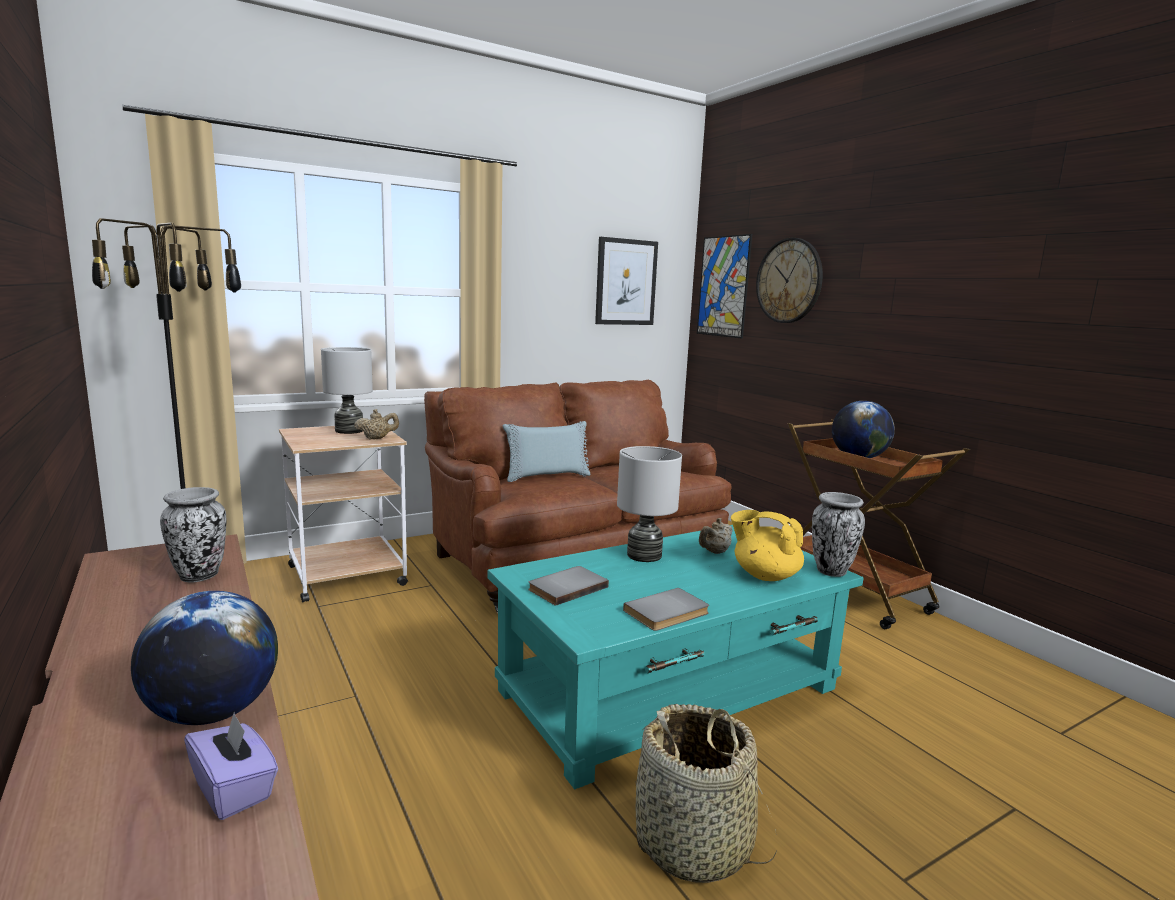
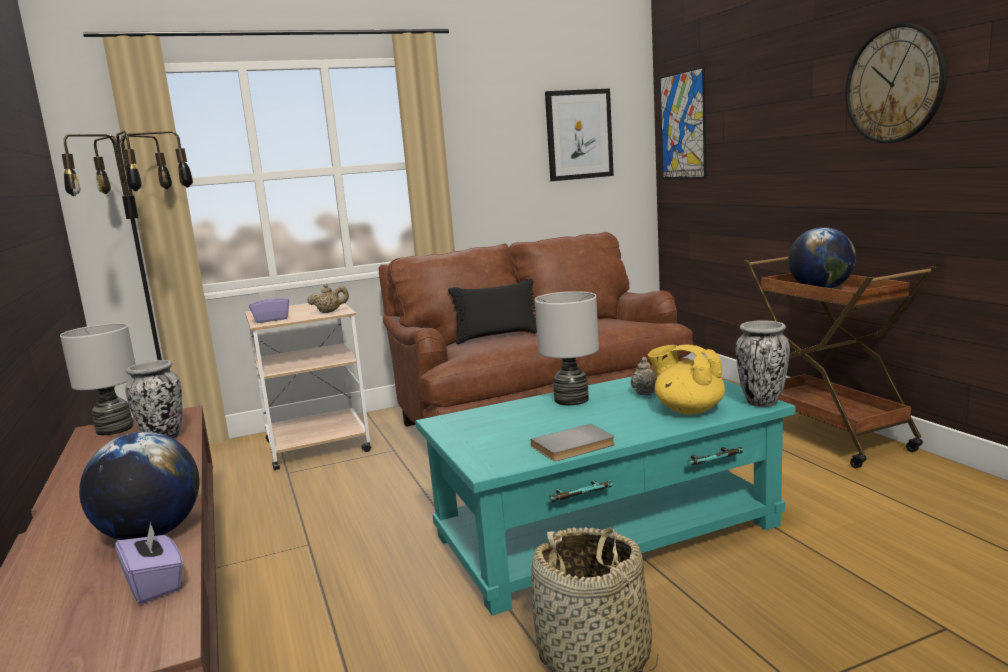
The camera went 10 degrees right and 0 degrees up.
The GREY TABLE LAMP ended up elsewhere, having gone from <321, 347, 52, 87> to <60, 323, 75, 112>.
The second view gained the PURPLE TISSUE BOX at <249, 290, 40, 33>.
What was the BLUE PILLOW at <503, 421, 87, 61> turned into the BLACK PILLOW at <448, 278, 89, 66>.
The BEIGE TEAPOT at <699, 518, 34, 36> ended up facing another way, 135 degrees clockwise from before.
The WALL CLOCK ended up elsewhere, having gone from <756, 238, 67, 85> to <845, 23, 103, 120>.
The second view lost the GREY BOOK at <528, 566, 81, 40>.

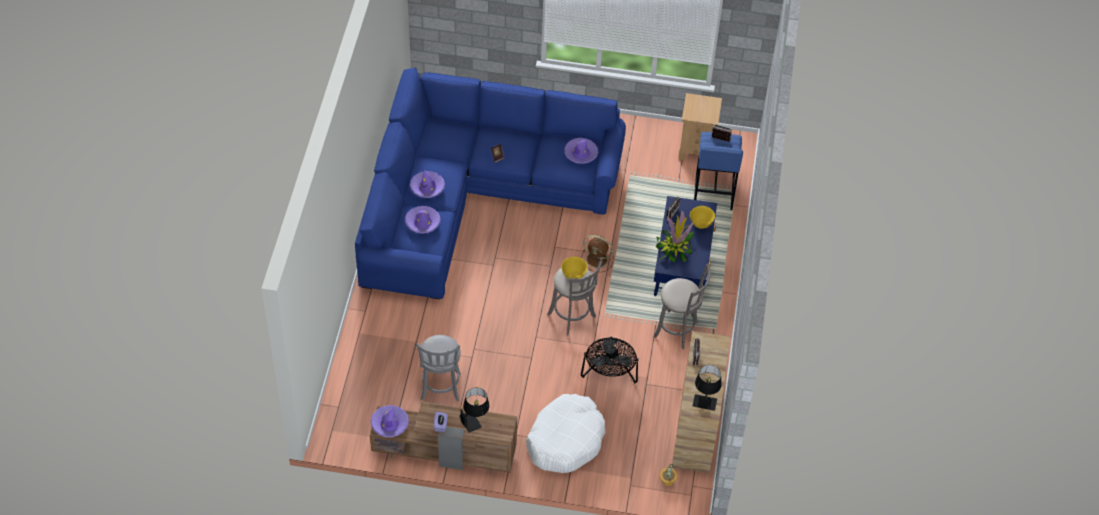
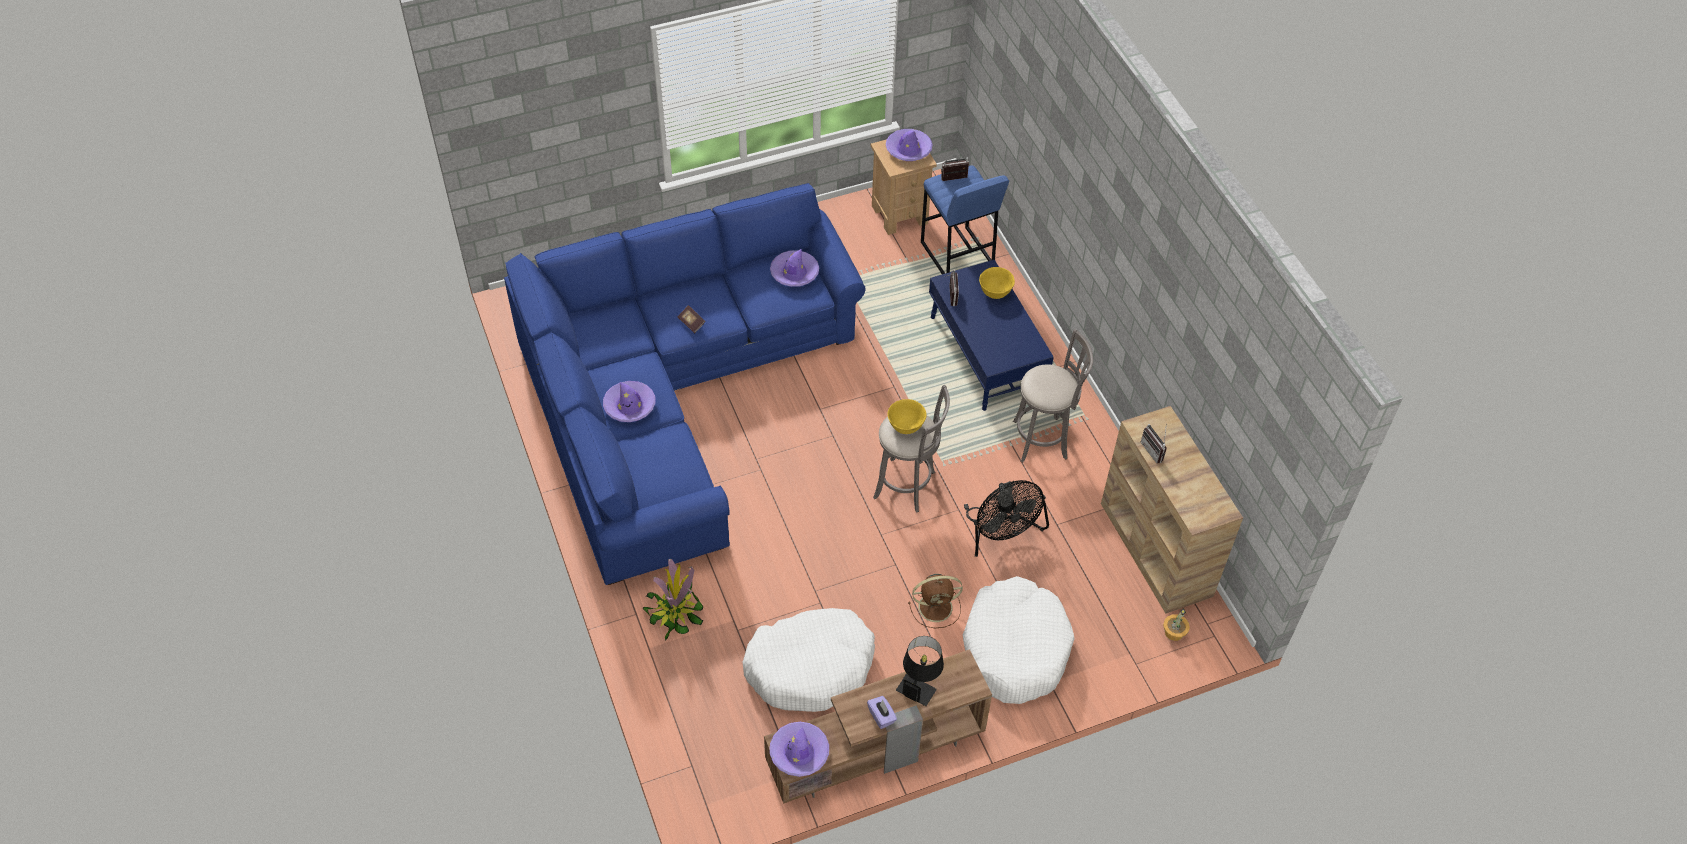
The camera went 30 degrees left and 0 degrees up.
The POTTED PLANT ended up elsewhere, having gone from <656, 211, 38, 51> to <643, 559, 60, 82>.
Where the GREY STOOL stood at <416, 335, 45, 66>, the WHITE DOG BED came to stand at <742, 608, 133, 104>.
The PURPLE HAT ended up elsewhere, having gone from <405, 206, 35, 28> to <886, 129, 47, 32>.
The BROWN FAN ended up elsewhere, having gone from <581, 235, 33, 37> to <908, 574, 55, 54>.
The second view lost the BLACK TABLE LAMP at <693, 365, 29, 46>.

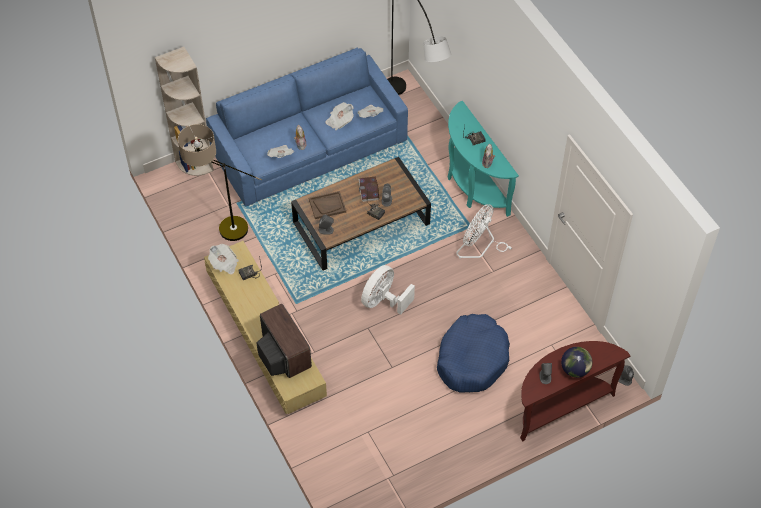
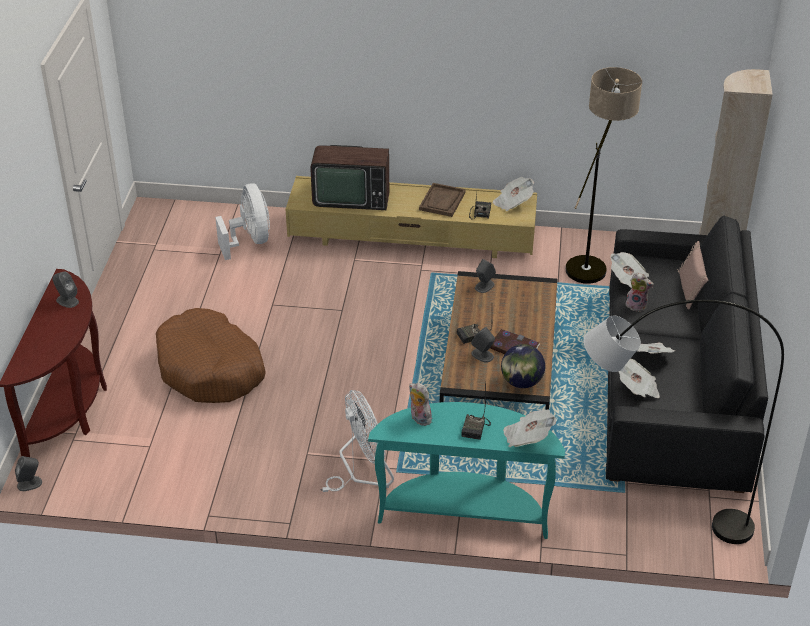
The camera went 125 degrees right and 15 degrees down.
What was the BLUE DOG BED at <437, 314, 73, 79> turned into the BROWN DOG BED at <156, 308, 110, 95>.
The WHITE FAN ended up elsewhere, having gone from <361, 265, 54, 50> to <215, 183, 55, 77>.
The BROWN TRAY ended up elsewhere, having gone from <309, 191, 37, 28> to <419, 183, 47, 34>.
The GLOBE ended up elsewhere, having gone from <561, 347, 31, 31> to <501, 344, 44, 44>.
The second view gained the NEWSPAPER at <503, 410, 53, 37>.
What was the BLUE SOFA at <206, 48, 202, 159> turned into the BLACK SOFA at <606, 215, 162, 278>.
The second view gained the BEIGE PILLOW at <677, 241, 31, 69>.

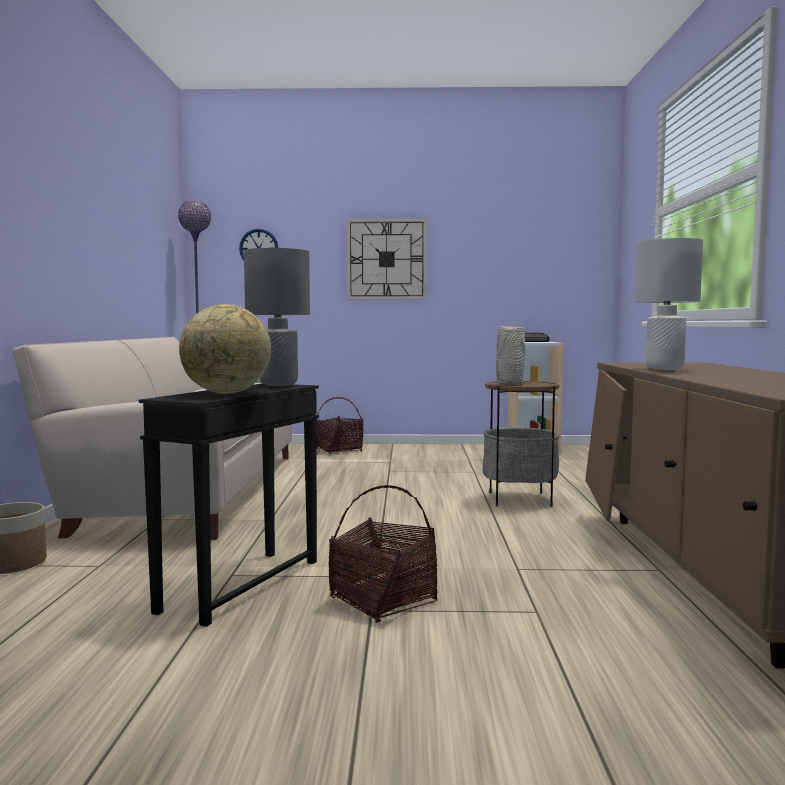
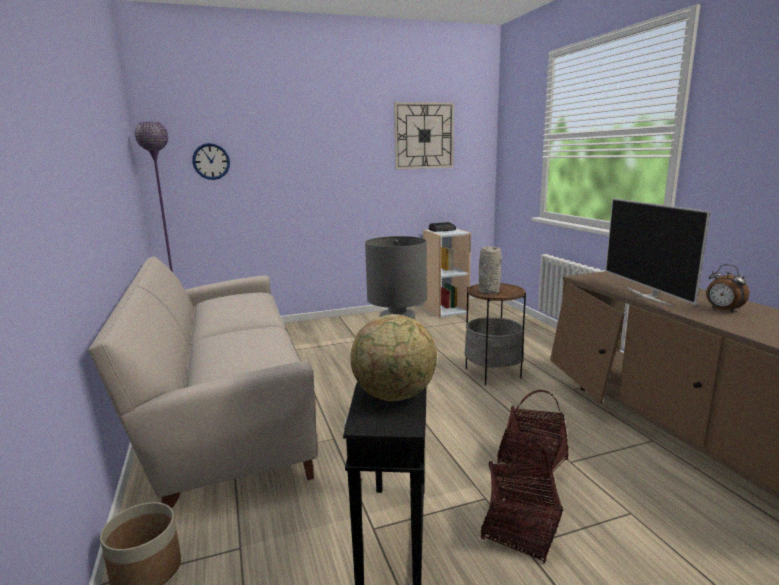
The camera went 20 degrees left and 10 degrees up.
The WALL CLOCK ended up elsewhere, having gone from <347, 219, 79, 80> to <394, 102, 60, 68>.
The BASKET ended up elsewhere, having gone from <317, 397, 47, 57> to <497, 390, 72, 90>.
Where the GREY TABLE LAMP stood at <635, 238, 68, 132>, the TELEVISION came to stand at <605, 198, 106, 109>.
The second view gained the ALARM CLOCK at <706, 264, 43, 49>.

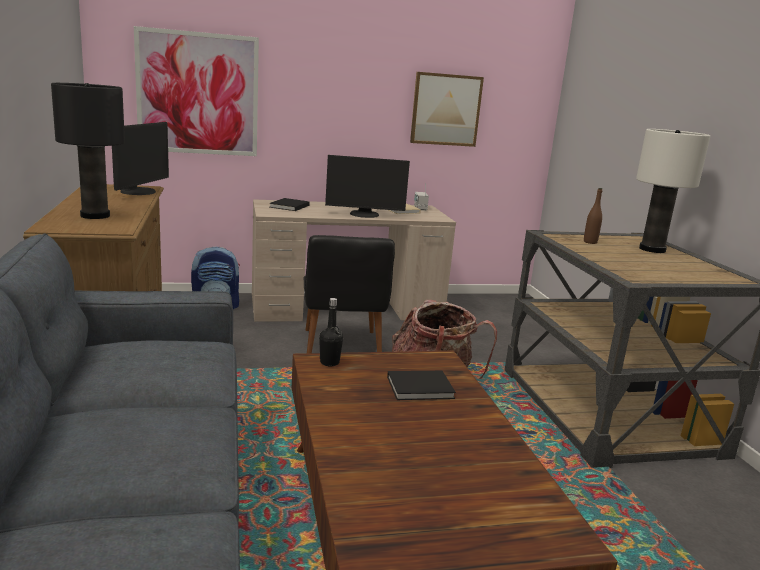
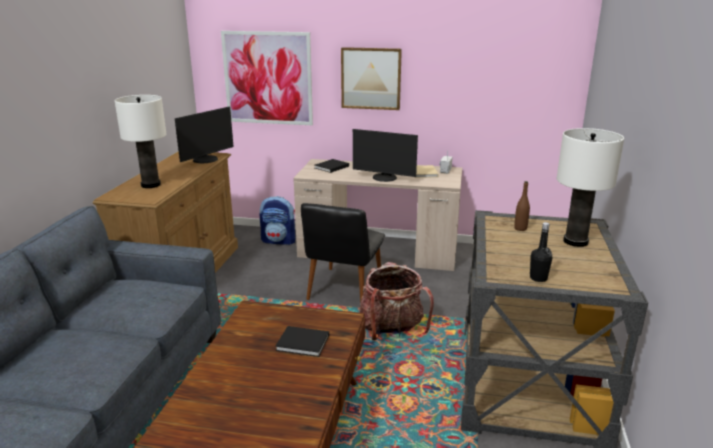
The camera went 25 degrees right and 5 degrees up.
What was the BLACK TABLE LAMP at <51, 83, 74, 136> turned into the WHITE TABLE LAMP at <115, 95, 51, 93>.
The PICTURE ended up elsewhere, having gone from <410, 72, 74, 75> to <341, 47, 61, 63>.
The BLACK BOTTLE ended up elsewhere, having gone from <319, 298, 24, 68> to <530, 222, 22, 60>.

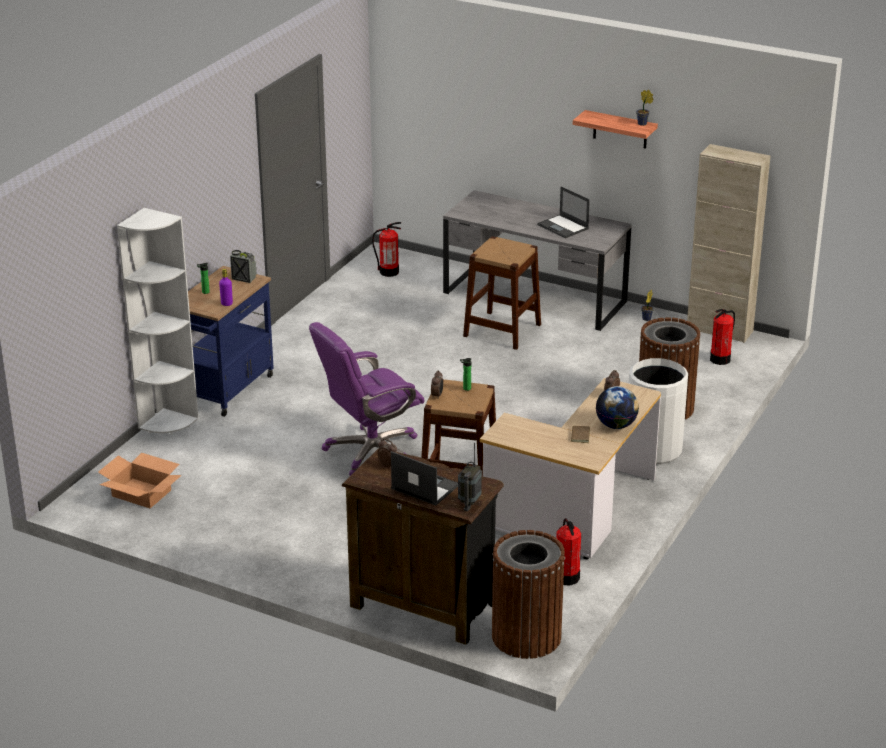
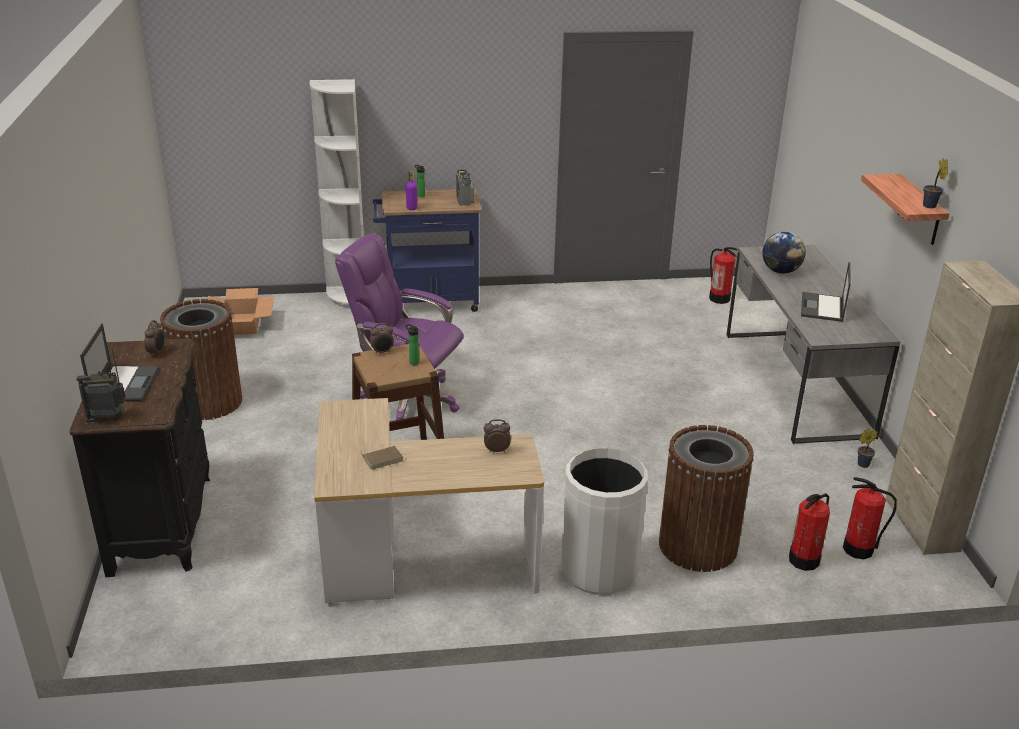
The camera went 55 degrees right and 0 degrees up.
The BROWN TRASH CAN ended up elsewhere, having gone from <492, 530, 73, 129> to <160, 299, 82, 121>.
The GLOBE ended up elsewhere, having gone from <596, 386, 43, 43> to <762, 232, 44, 42>.
The FIRE EXTINGUISHER ended up elsewhere, having gone from <556, 518, 25, 68> to <789, 493, 41, 78>.
The second view lost the BROWN STOOL at <463, 236, 78, 114>.

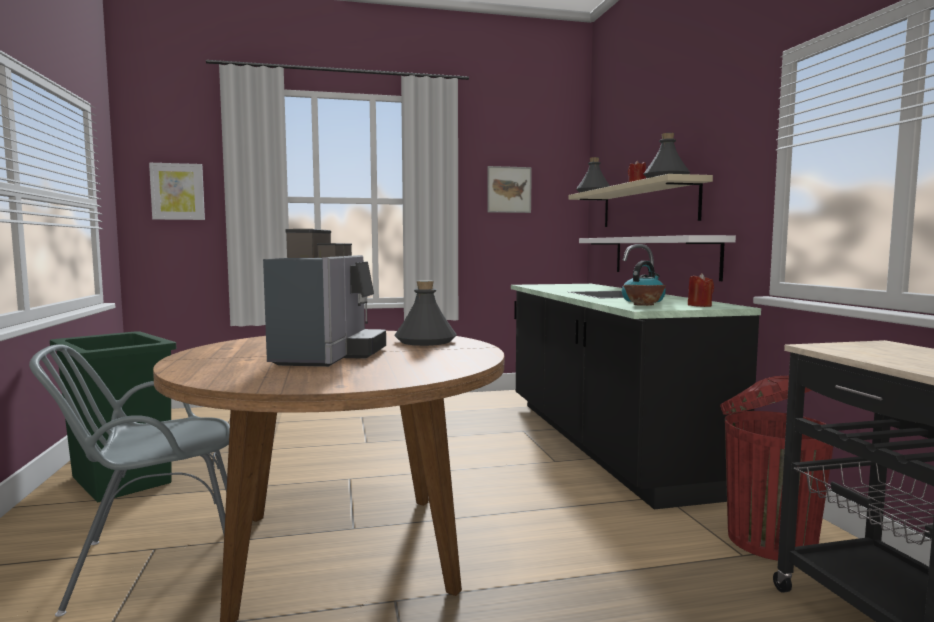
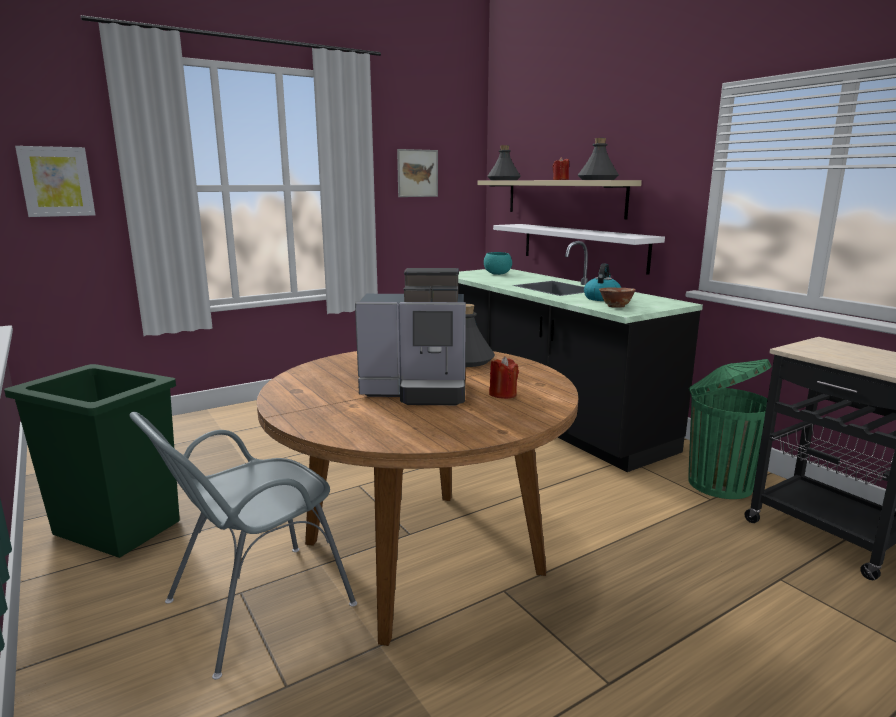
The camera went 20 degrees left and 10 degrees up.
The COFFEE MACHINE at <263, 229, 123, 138> ended up facing another way, 105 degrees clockwise from before.
The second view gained the TURQUOISE BOWL at <484, 252, 28, 23>.
The RED CANDLE ended up elsewhere, having gone from <688, 273, 26, 34> to <489, 356, 30, 43>.
What was the RED TRASH CAN at <720, 376, 113, 185> turned into the GREEN TRASH CAN at <688, 359, 84, 140>.

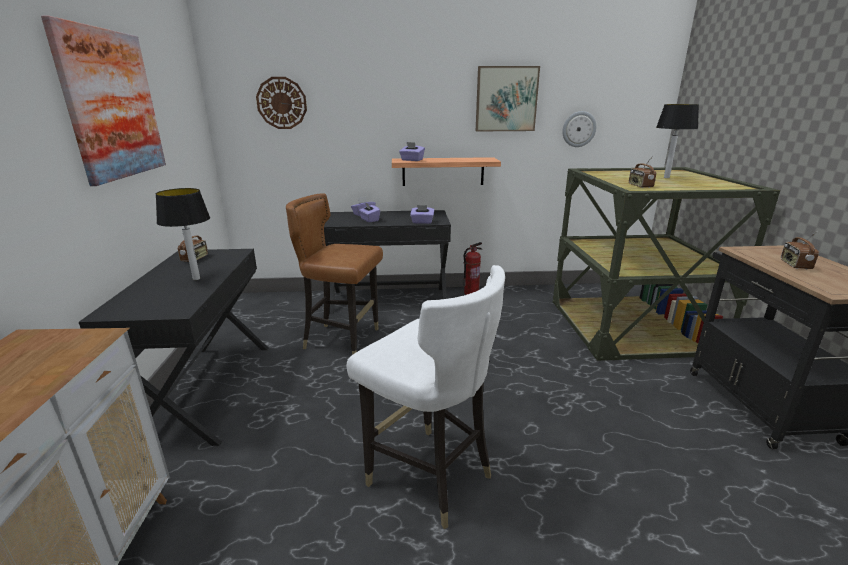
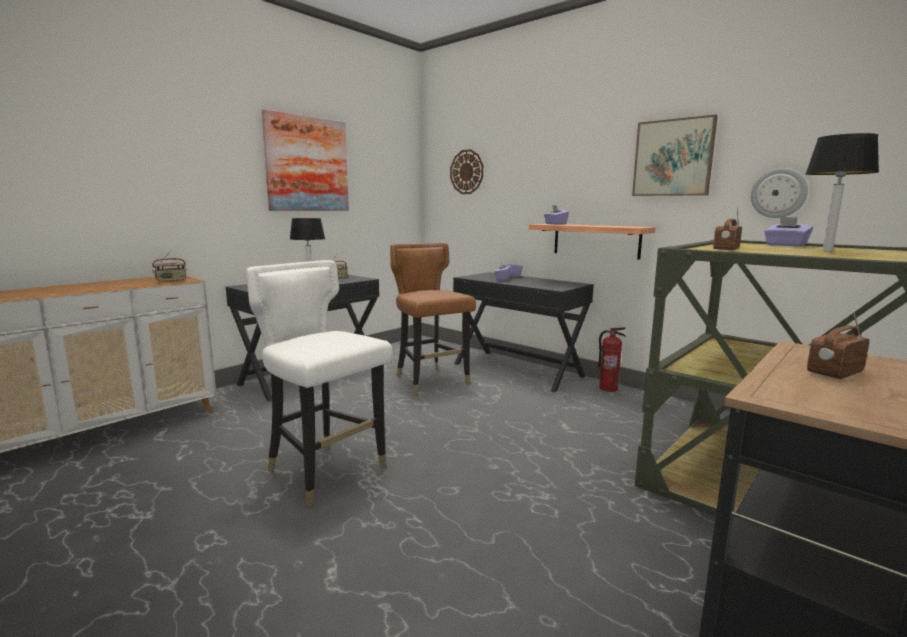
The camera went 45 degrees right and 10 degrees down.
The second view gained the RADIO at <152, 249, 35, 33>.
The WHITE CHAIR at <347, 265, 158, 264> ended up facing another way, 135 degrees clockwise from before.
The PURPLE TISSUE BOX ended up elsewhere, having gone from <410, 205, 24, 19> to <764, 217, 49, 30>.

